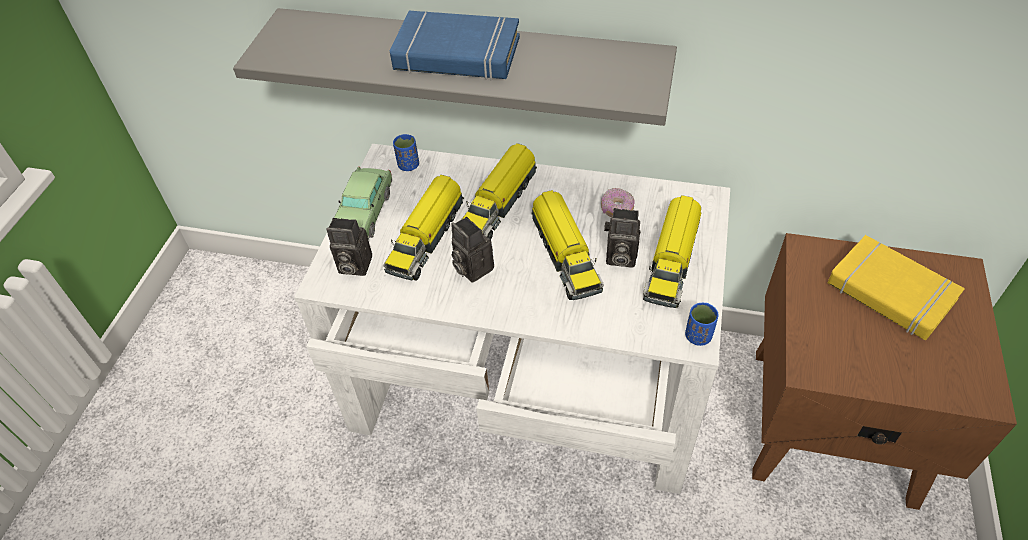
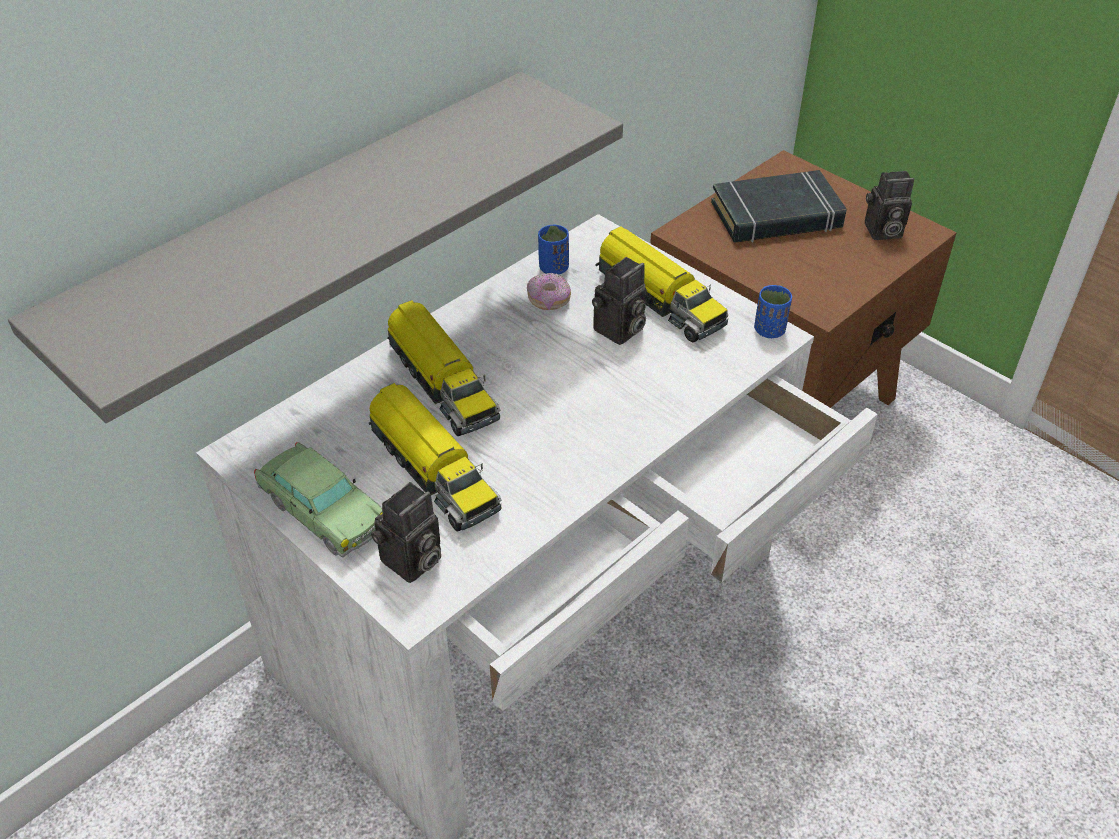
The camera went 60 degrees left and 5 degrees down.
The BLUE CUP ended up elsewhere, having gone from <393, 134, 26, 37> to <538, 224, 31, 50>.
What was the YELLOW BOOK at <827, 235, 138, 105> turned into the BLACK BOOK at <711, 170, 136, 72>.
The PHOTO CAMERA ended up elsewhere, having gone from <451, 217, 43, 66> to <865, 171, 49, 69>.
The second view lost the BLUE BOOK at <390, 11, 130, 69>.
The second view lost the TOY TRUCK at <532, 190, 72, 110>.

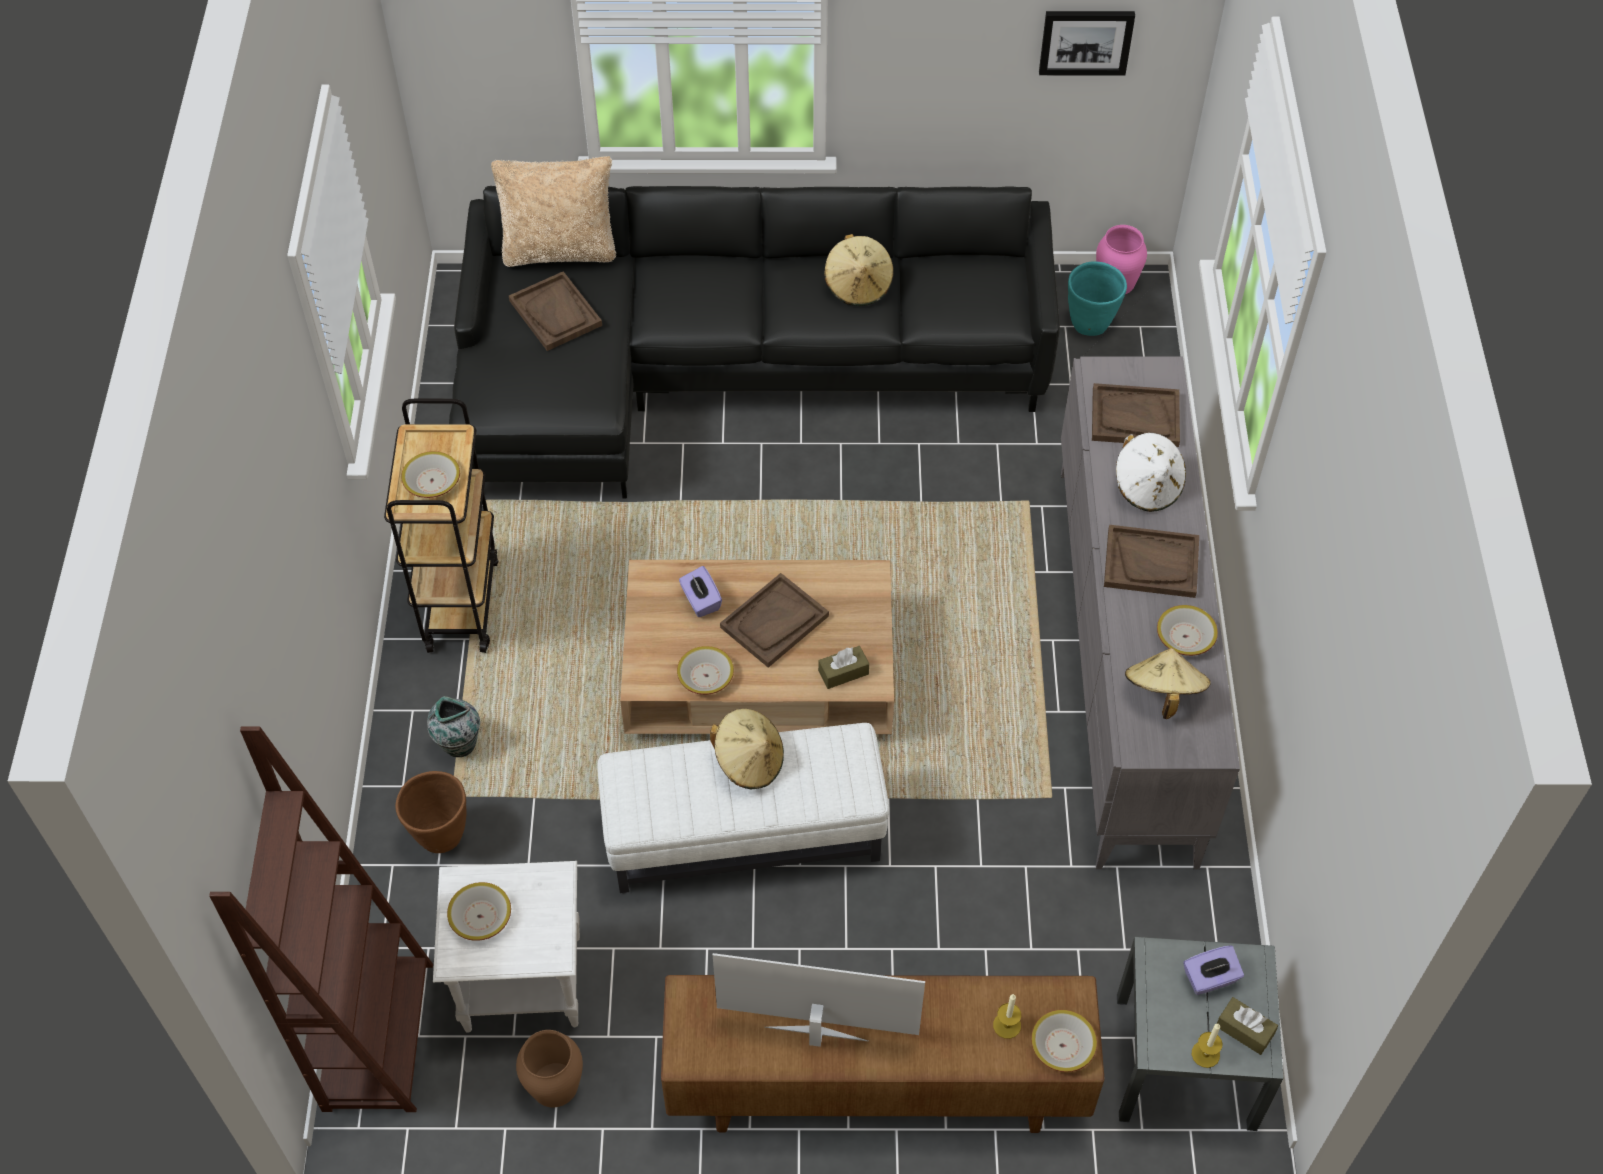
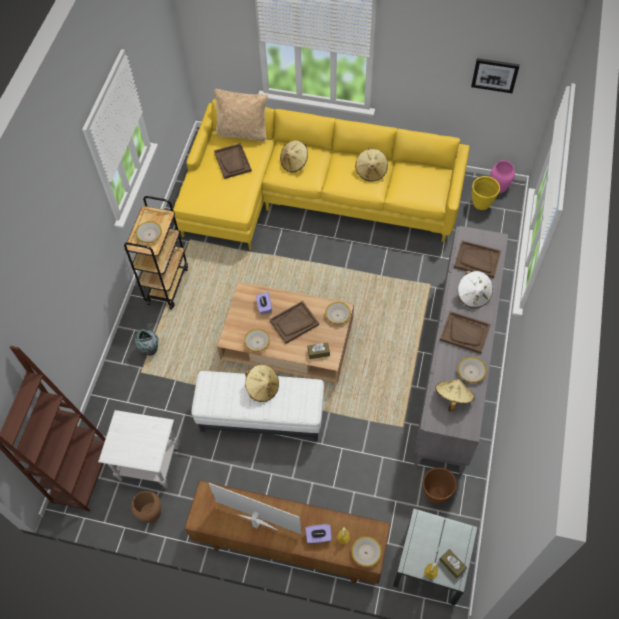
The camera went 15 degrees right and 5 degrees up.
What was the BLACK SOFA at <449, 186, 611, 313> turned into the YELLOW SOFA at <173, 99, 296, 151>.
The second view gained the BEIGE HAT at <280, 141, 28, 32>.
The PURPLE TISSUE BOX ended up elsewhere, having gone from <1184, 945, 60, 50> to <305, 524, 27, 19>.
The BOWL ended up elsewhere, having gone from <447, 882, 64, 59> to <325, 302, 26, 22>.
The BROWN PLANTER ended up elsewhere, having gone from <395, 771, 71, 82> to <423, 468, 34, 36>.
What was the TURQUOISE PLANTER at <1068, 261, 59, 75> turned into the YELLOW PLANTER at <472, 176, 28, 34>.

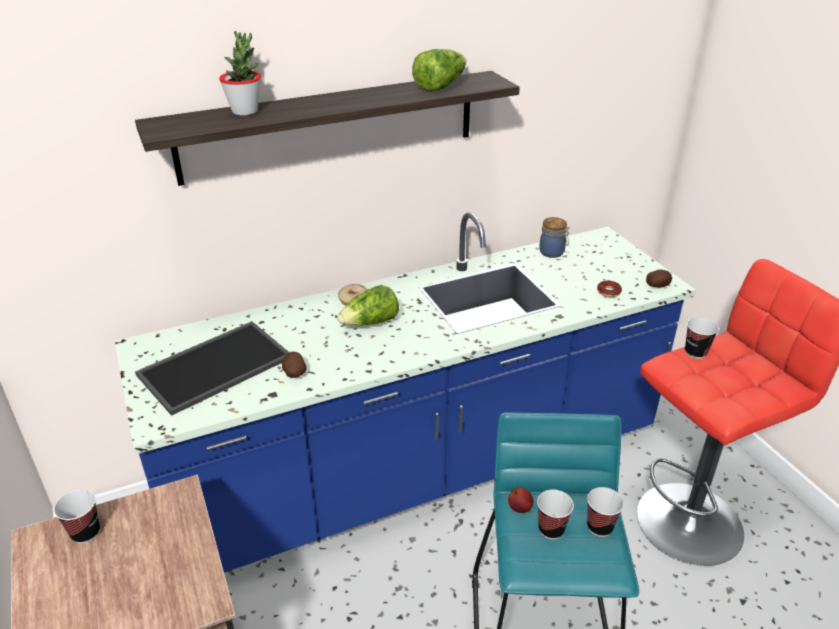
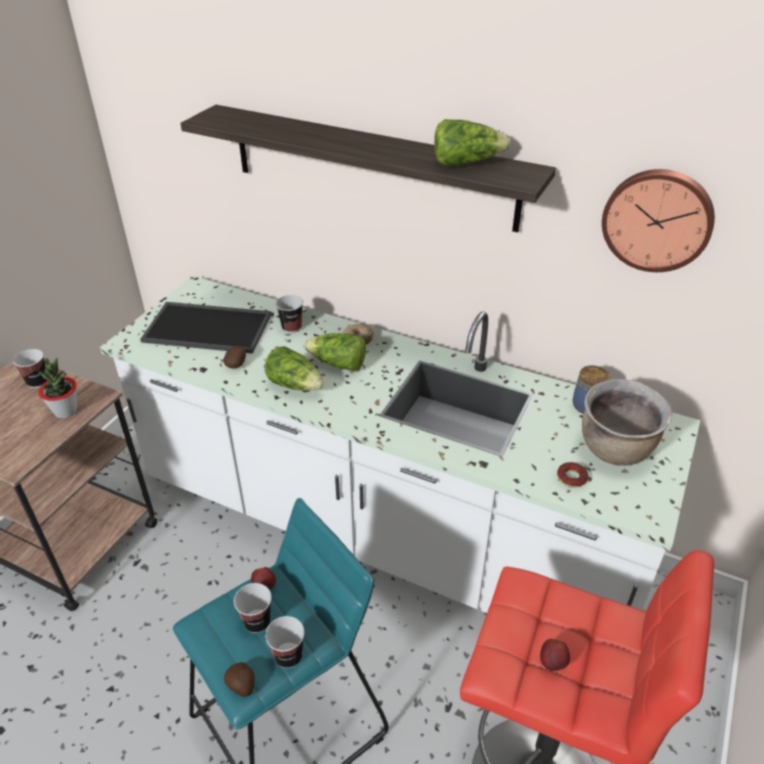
The camera went 50 degrees right and 5 degrees up.
The POTTED PLANT ended up elsewhere, having gone from <219, 31, 42, 84> to <38, 358, 39, 60>.
What was the BLUE COUNTER at <115, 212, 581, 361> turned into the WHITE COUNTER at <100, 276, 600, 337>.
The POTATO ended up elsewhere, having gone from <646, 269, 26, 19> to <224, 662, 30, 35>.
The second view gained the LETTUCE at <264, 346, 60, 44>.
The CUP ended up elsewhere, having gone from <685, 317, 34, 42> to <276, 295, 27, 38>.
The second view gained the APPLE at <540, 639, 30, 32>.
The second view gained the BROWN COOKING POT at <582, 379, 90, 87>.
The second view gained the WALL CLOCK at <602, 169, 113, 103>.

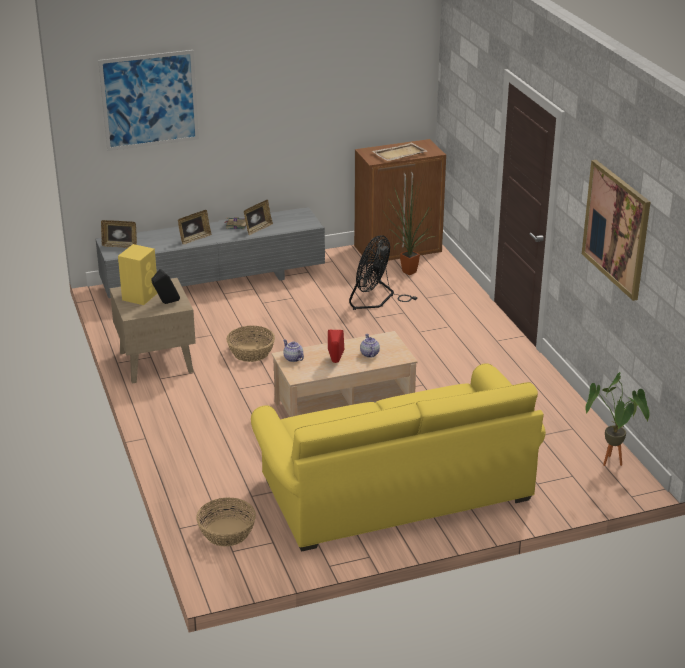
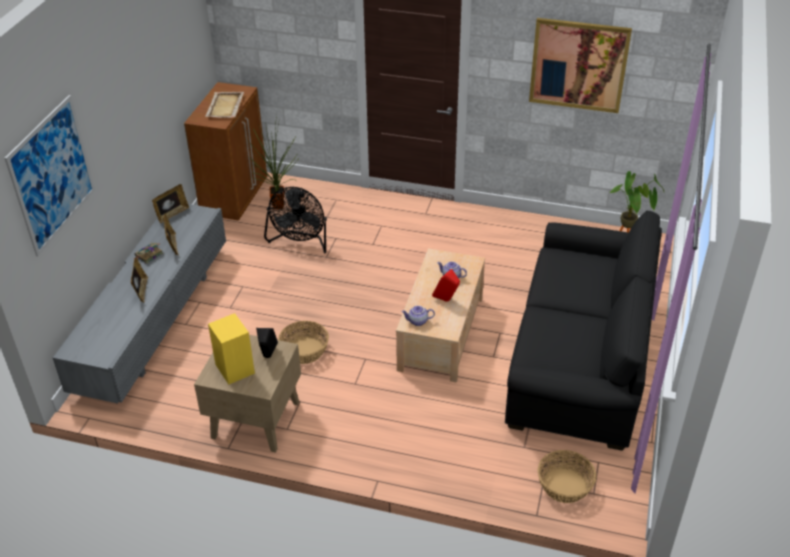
The camera went 55 degrees left and 10 degrees up.
The PICTURE FRAME ended up elsewhere, having gone from <101, 220, 36, 28> to <152, 184, 37, 39>.
The BLACK FAN at <349, 235, 68, 75> ended up facing another way, 45 degrees counterclockwise from before.
What was the YELLOW SOFA at <251, 363, 295, 189> turned into the BLACK SOFA at <505, 211, 157, 240>.

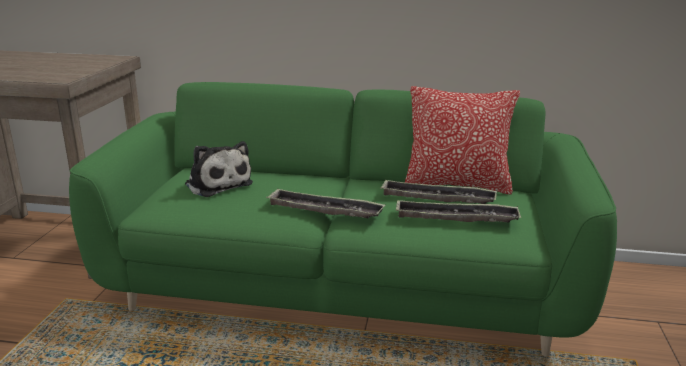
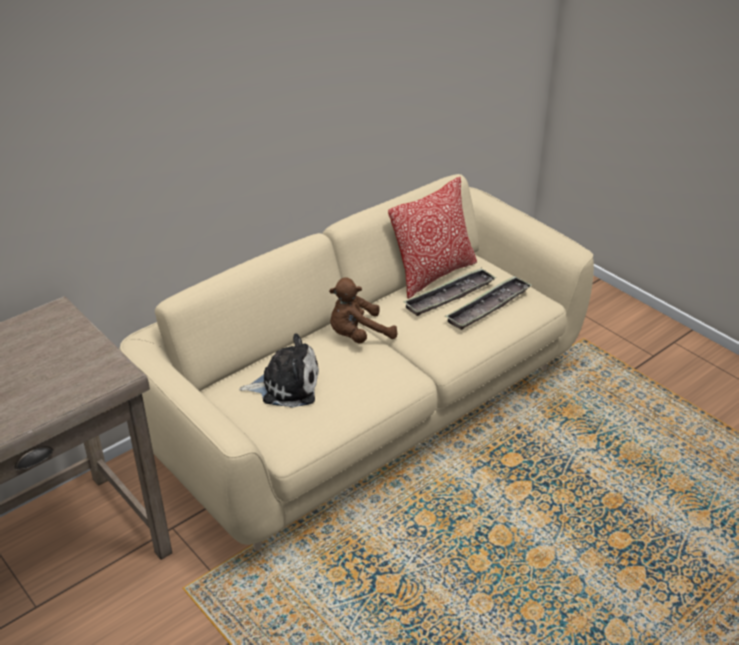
The camera went 50 degrees left and 15 degrees up.
What was the GREEN SOFA at <69, 82, 548, 274> turned into the BEIGE SOFA at <119, 174, 475, 377>.
The second view gained the BROWN PLUSH TOY at <329, 277, 69, 66>.
The second view lost the TRAY at <266, 189, 120, 29>.

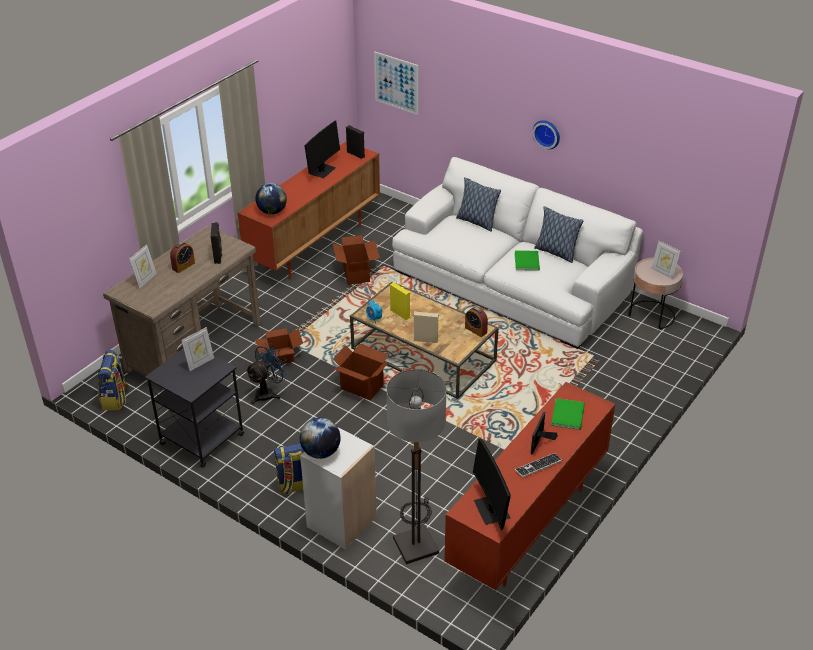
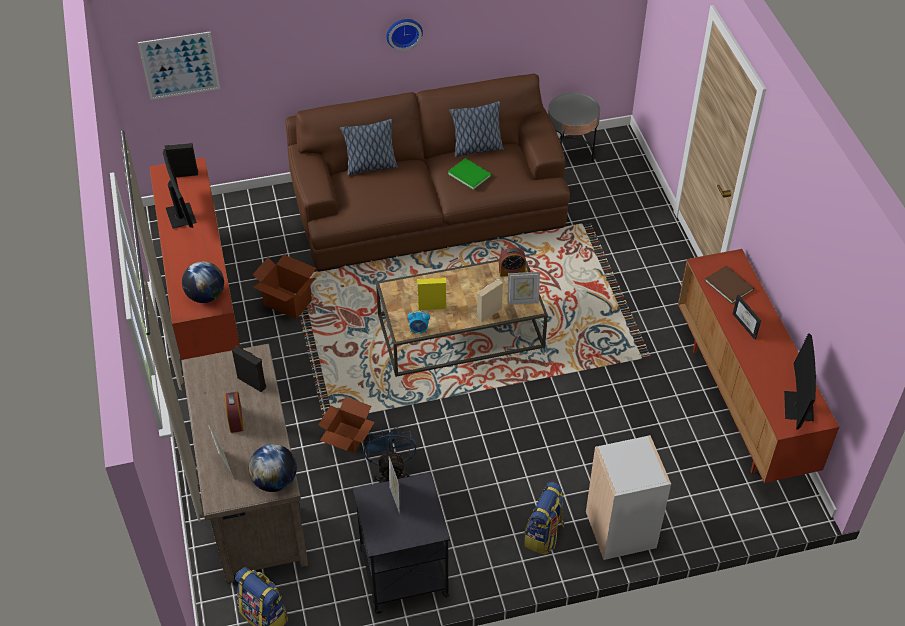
The camera went 50 degrees left and 10 degrees up.
The GLOBE ended up elsewhere, having gone from <300, 418, 41, 41> to <249, 444, 48, 48>.
What was the WHITE SOFA at <392, 157, 251, 192> turned into the BROWN SOFA at <285, 73, 285, 199>.
The PICTURE FRAME ended up elsewhere, having gone from <651, 241, 29, 39> to <507, 272, 33, 33>.
What was the PINK SIDE TABLE at <628, 258, 55, 71> turned into the GREY SIDE TABLE at <548, 92, 52, 70>.
What was the GREEN BOOK at <551, 398, 34, 32> turned into the BROWN BOOK at <705, 265, 49, 39>.
The MONITOR at <473, 438, 38, 92> ended up facing another way, 75 degrees clockwise from before.
The second view lost the CARDBOARD BOX at <333, 344, 56, 56>.
The second view lost the FLOOR LAMP at <386, 369, 60, 195>.
The second view lost the KEYBOARD at <515, 453, 47, 24>.

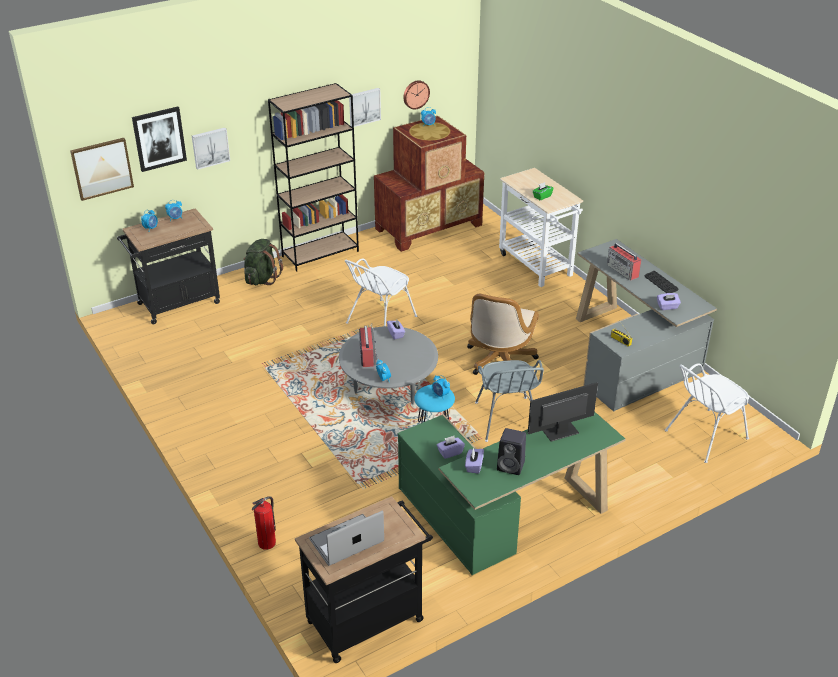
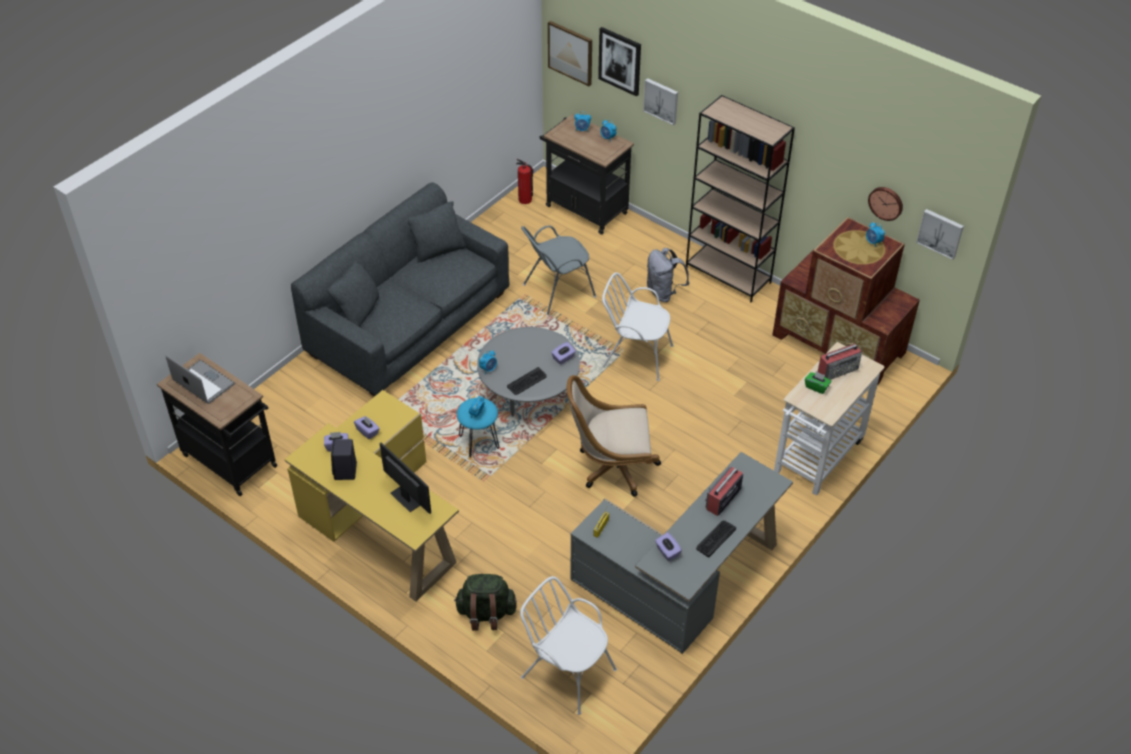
The camera went 70 degrees right and 10 degrees up.
What was the GREEN DESK at <398, 412, 227, 163> turned into the YELLOW DESK at <284, 390, 175, 212>.
The second view gained the GREY SOFA at <291, 182, 218, 215>.
The GREEN BACKPACK ended up elsewhere, having gone from <244, 239, 39, 46> to <454, 574, 63, 57>.
The second view gained the KEYBOARD at <507, 367, 40, 28>.
The FIRE EXTINGUISHER ended up elsewhere, having gone from <252, 496, 24, 54> to <516, 159, 17, 45>.
The GREY CHAIR ended up elsewhere, having gone from <475, 360, 69, 82> to <521, 225, 75, 90>.
The second view gained the GREY BACKPACK at <647, 248, 42, 54>.
The RADIO ended up elsewhere, having gone from <359, 323, 18, 44> to <818, 344, 44, 36>.
The PICTURE ended up elsewhere, having gone from <349, 88, 32, 39> to <916, 209, 48, 51>.

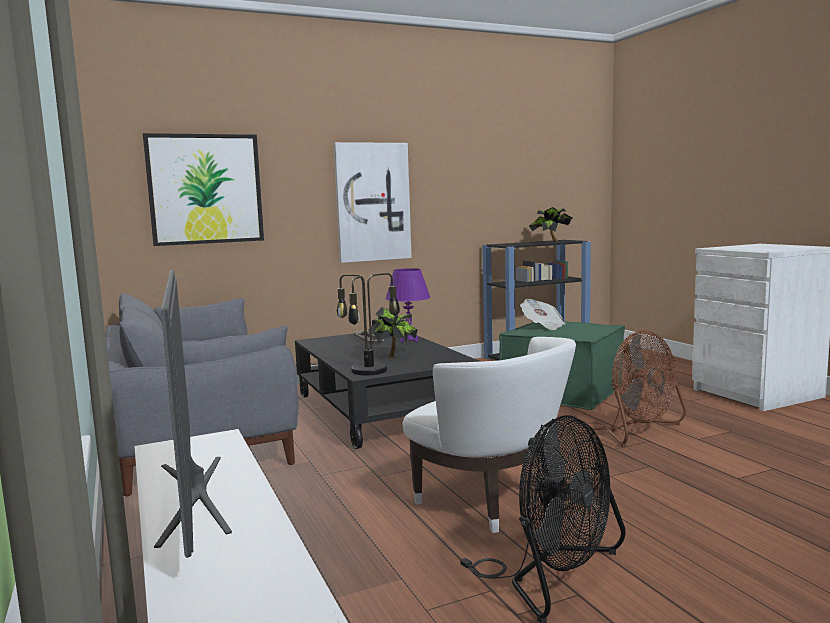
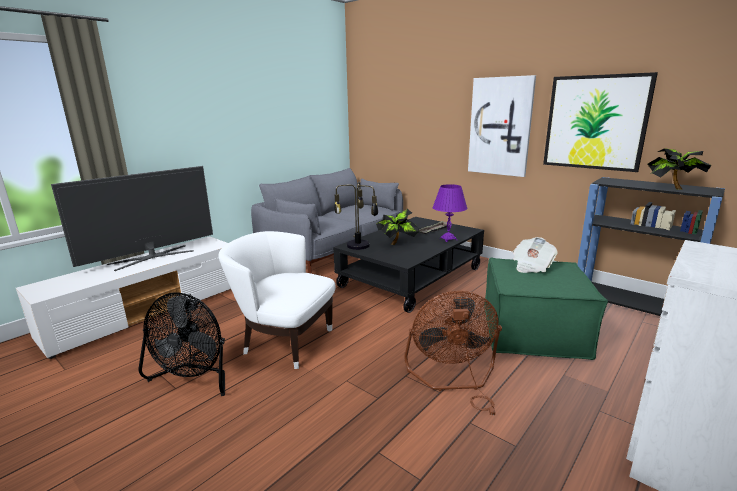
The camera went 65 degrees right and 10 degrees up.
The WHITE ARMCHAIR at <403, 337, 173, 196> ended up facing another way, 90 degrees clockwise from before.
The BROWN FAN at <577, 330, 110, 118> ended up facing another way, 150 degrees clockwise from before.
The PICTURE ended up elsewhere, having gone from <143, 133, 121, 113> to <543, 72, 115, 100>.

